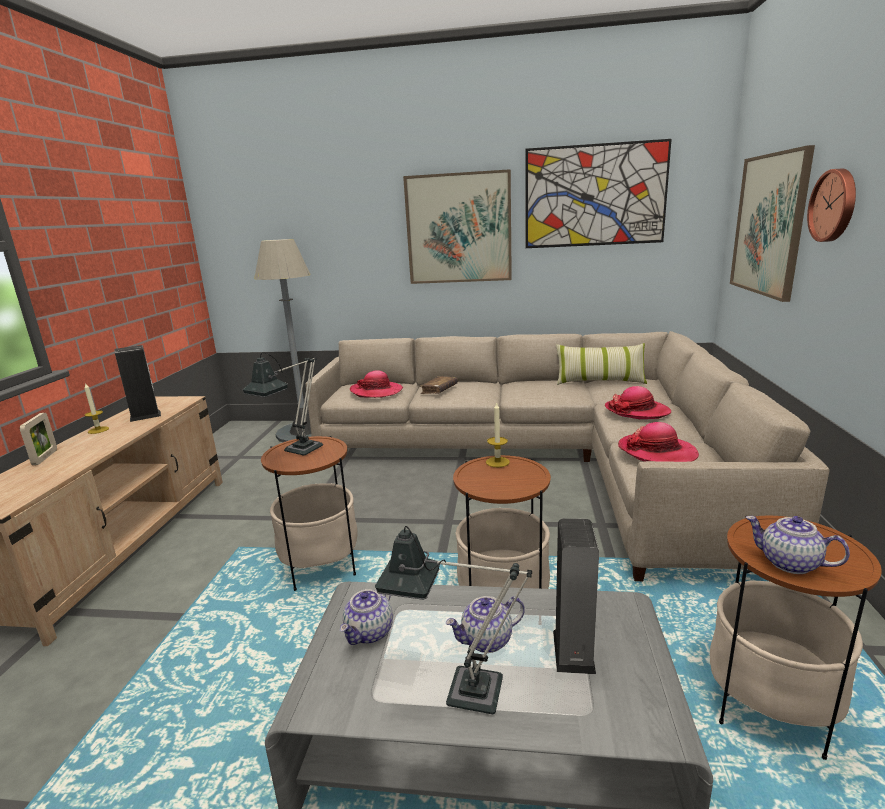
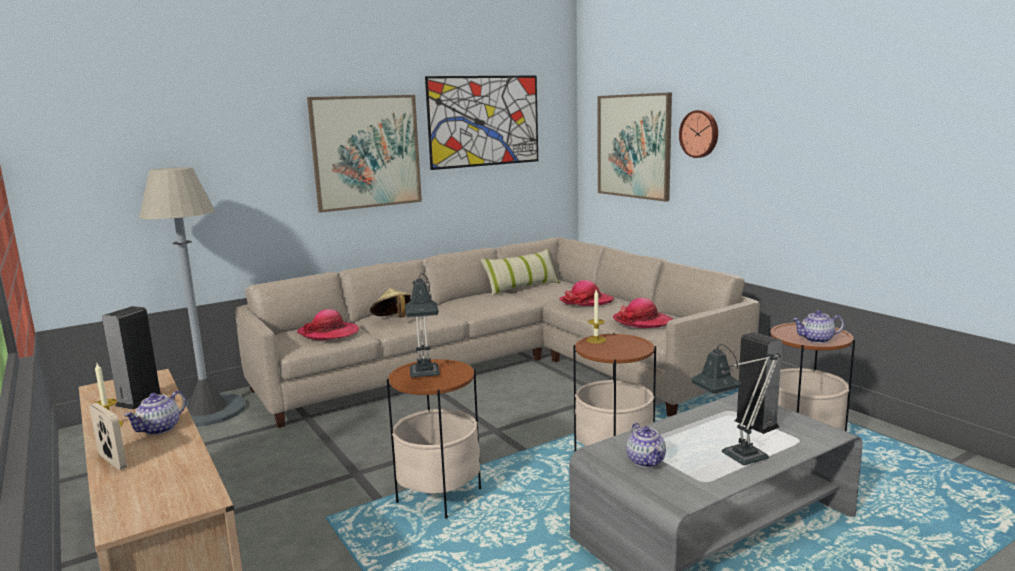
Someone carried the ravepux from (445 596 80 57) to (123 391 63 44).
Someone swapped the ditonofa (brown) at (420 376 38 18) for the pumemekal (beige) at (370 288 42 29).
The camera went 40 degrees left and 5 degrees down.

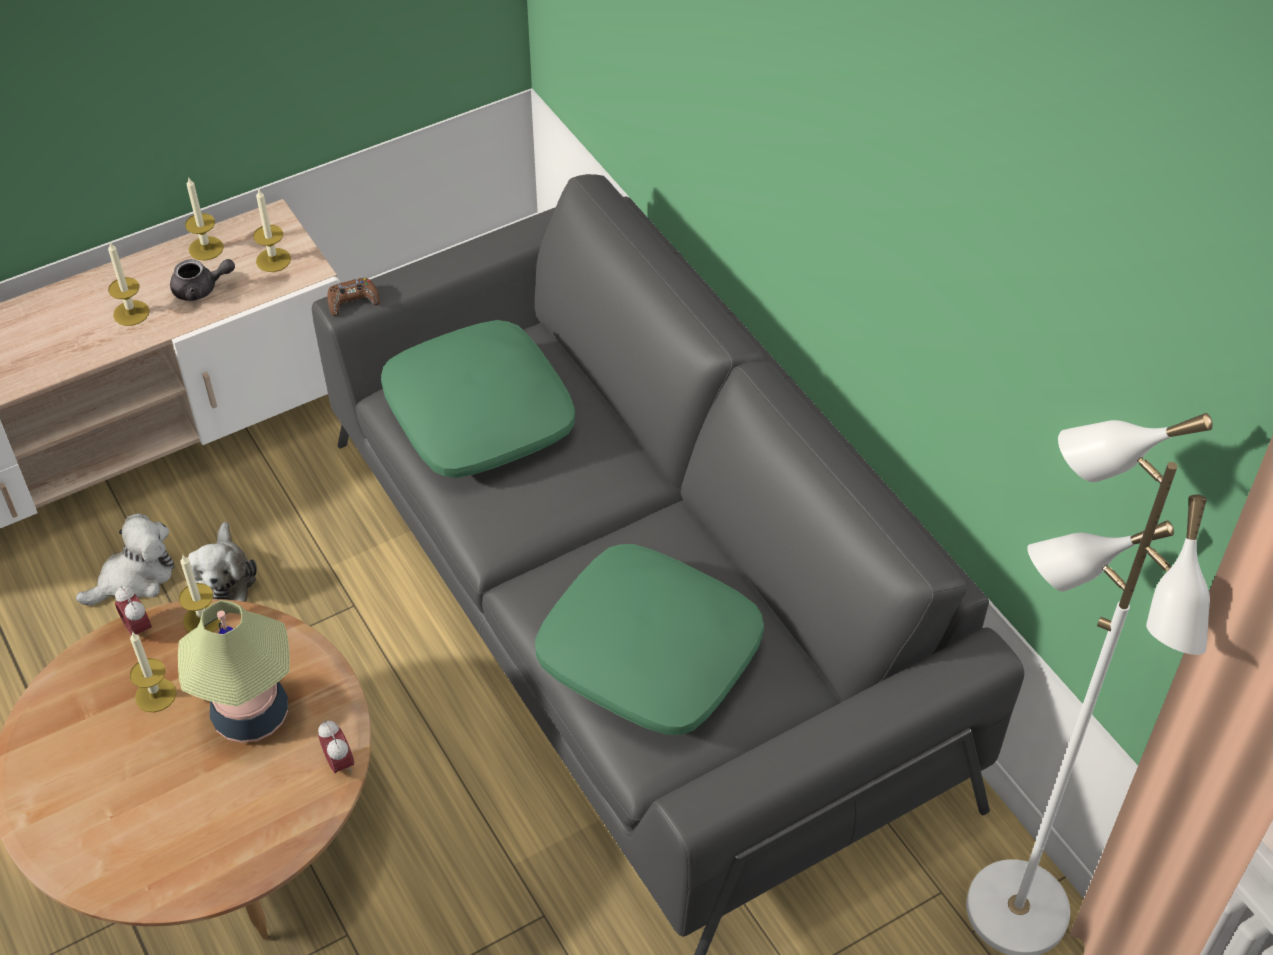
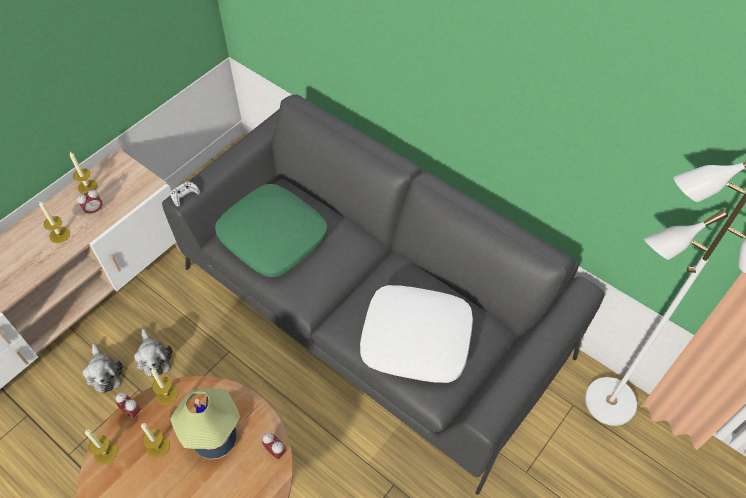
Someone carried the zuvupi from (253 188 38 84) to (85 429 33 35).
Someone swapped the ravepux (grey) at (170 259 65 42) for the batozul at (77 189 26 25).
Someone repainted the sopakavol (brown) at (327 278 53 38), which became the sopakavol (white) at (170 181 30 26).
Someone repainted the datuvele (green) at (535 544 229 191), which became the datuvele (white) at (360 285 113 98).
Someone rotated the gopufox at (76 513 99 93) by 120 degrees clockwise.
The camera went 20 degrees left and 5 degrees up.

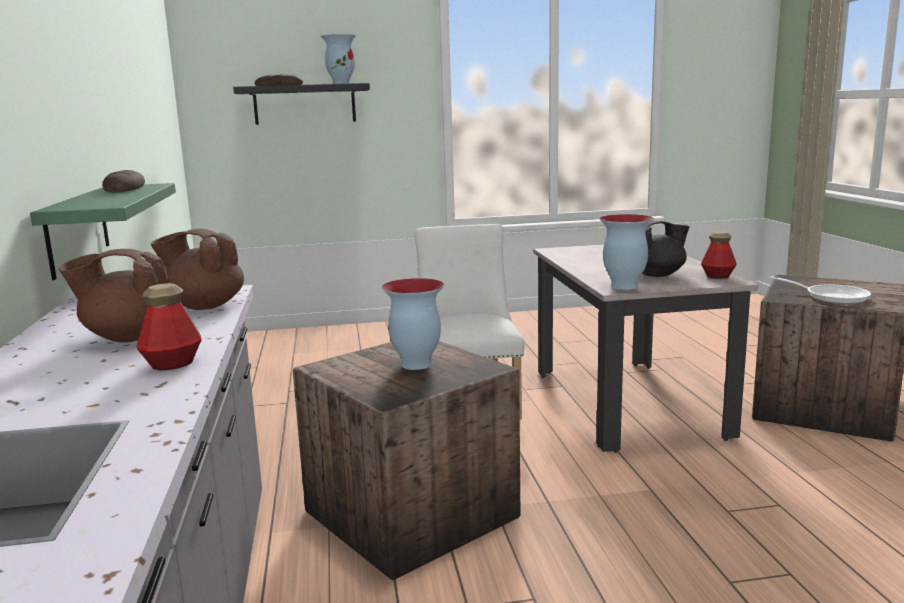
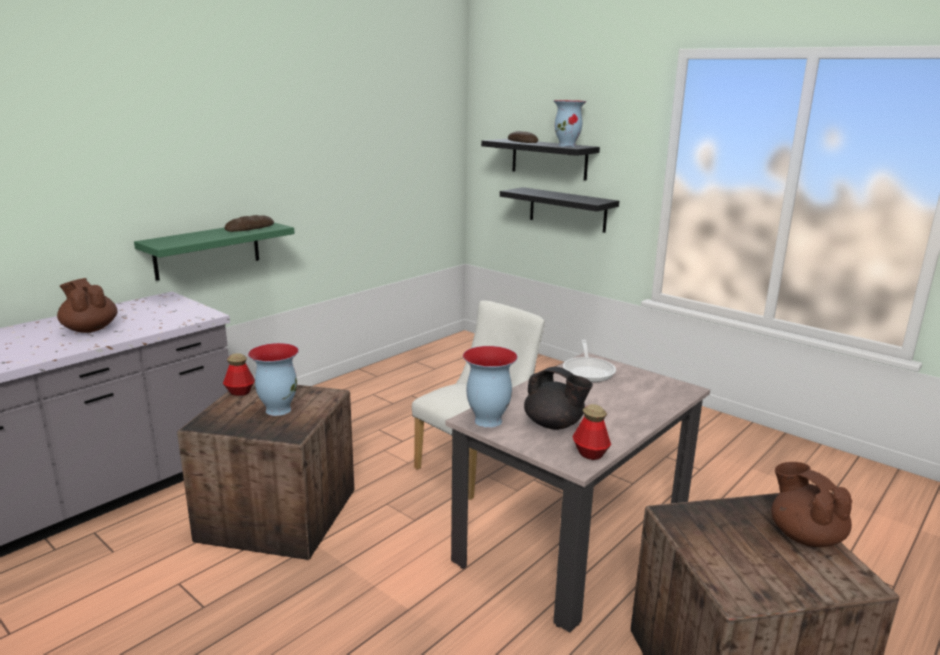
Someone put up the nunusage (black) at (500 187 119 46).
Someone carried the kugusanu from (137 283 65 87) to (223 353 32 43).
Someone carried the ravepux (brown) from (151 229 93 81) to (771 462 81 85).
Someone carried the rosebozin from (770 276 101 28) to (563 340 53 42).
The camera went 50 degrees right and 5 degrees up.

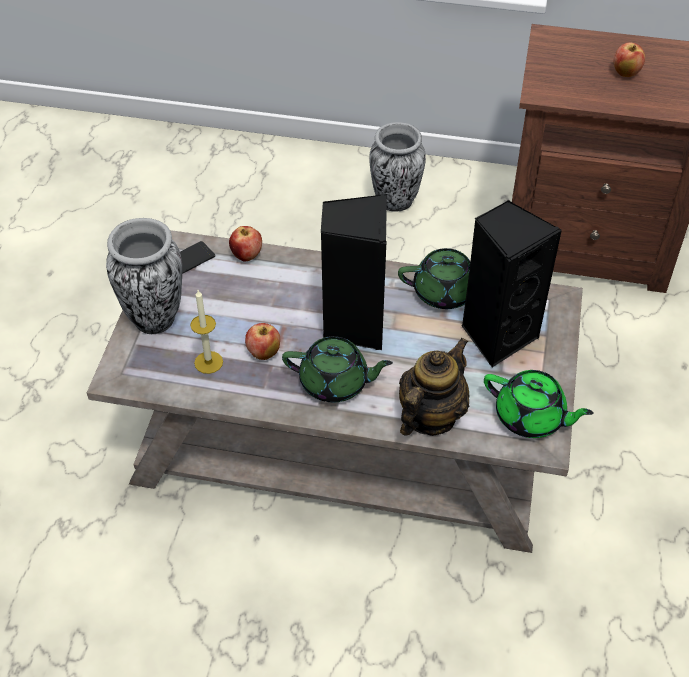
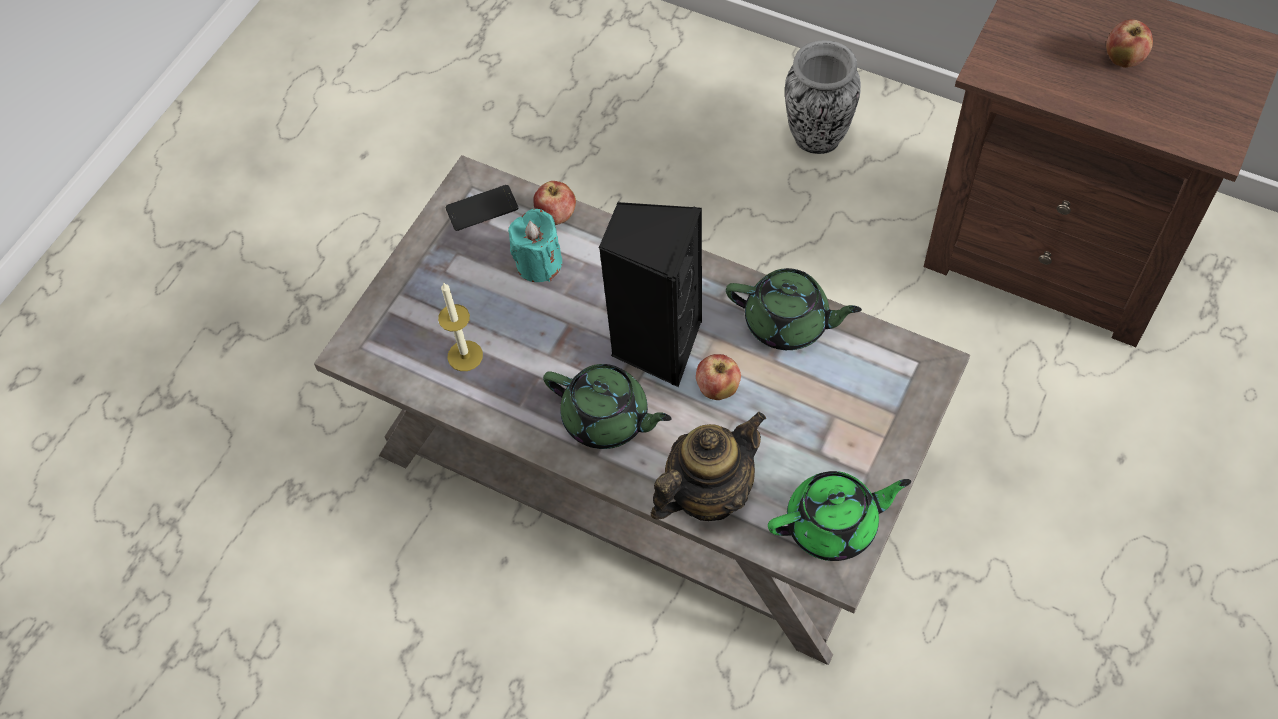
Someone took away the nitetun at (106 218 76 116).
Someone took away the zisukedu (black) at (461 199 101 169).
Someone put down the zuvupi (turquoise) at (508 209 54 73).
Someone carried the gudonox from (245 323 35 37) to (696 354 45 46).
Someone rotated the ravepux (green) at (484 370 110 68) by 60 degrees counterclockwise.
The camera went 20 degrees right and 10 degrees up.

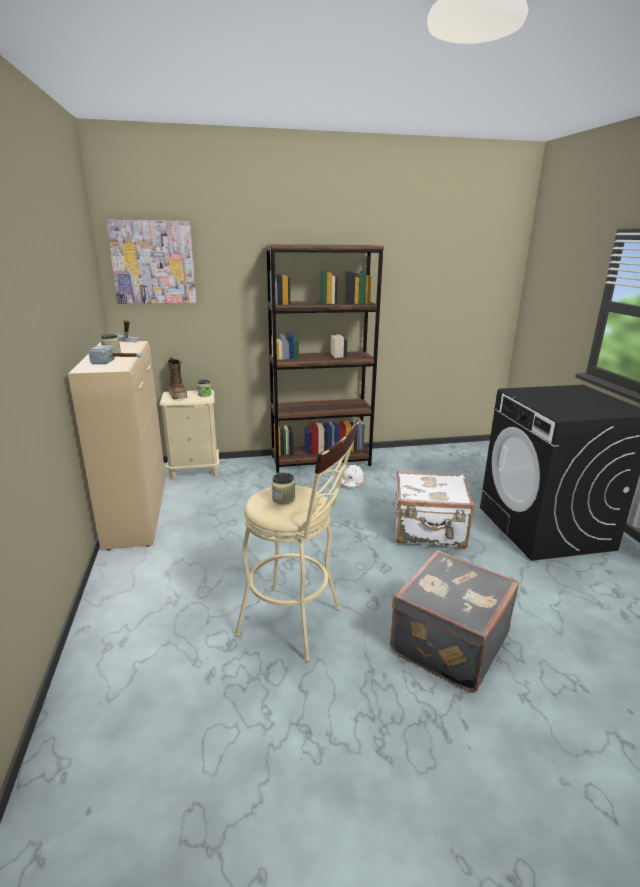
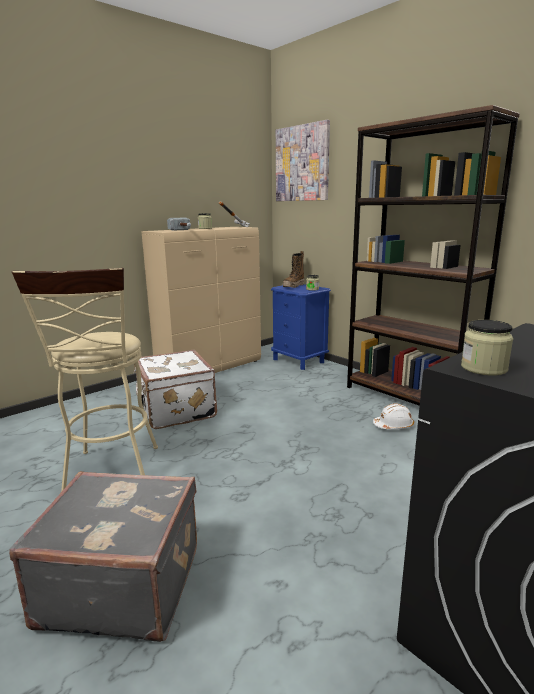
Someone carried the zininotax from (272 473 23 31) to (461 320 52 56).
Someone carried the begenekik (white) from (394 471 80 77) to (133 350 84 79).
Someone repainted the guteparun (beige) at (159 390 60 90), which became the guteparun (blue) at (271 284 60 86).
The camera went 60 degrees right and 5 degrees down.

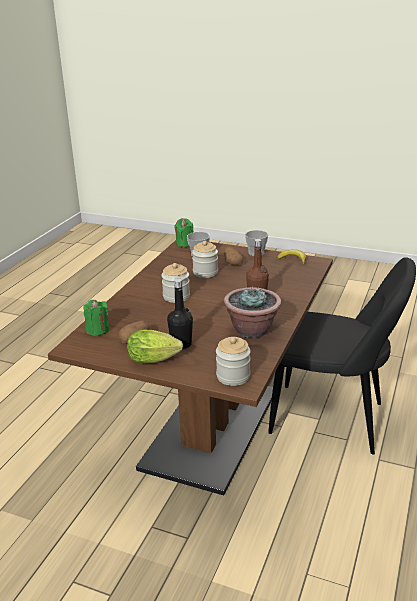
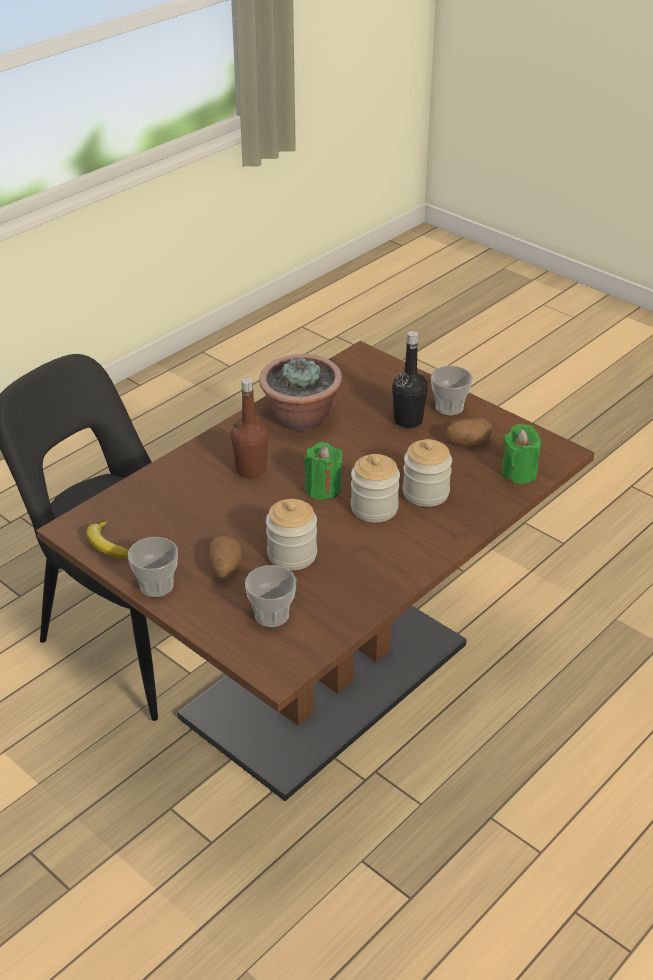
Someone carried the zuvupi (green) from (174 218 20 30) to (304 442 39 58).
Someone carried the zininotax from (216 337 35 49) to (403 439 49 68).
Someone swapped the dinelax at (127 329 56 34) for the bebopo at (431 366 42 49).
The camera went 160 degrees left and 10 degrees up.

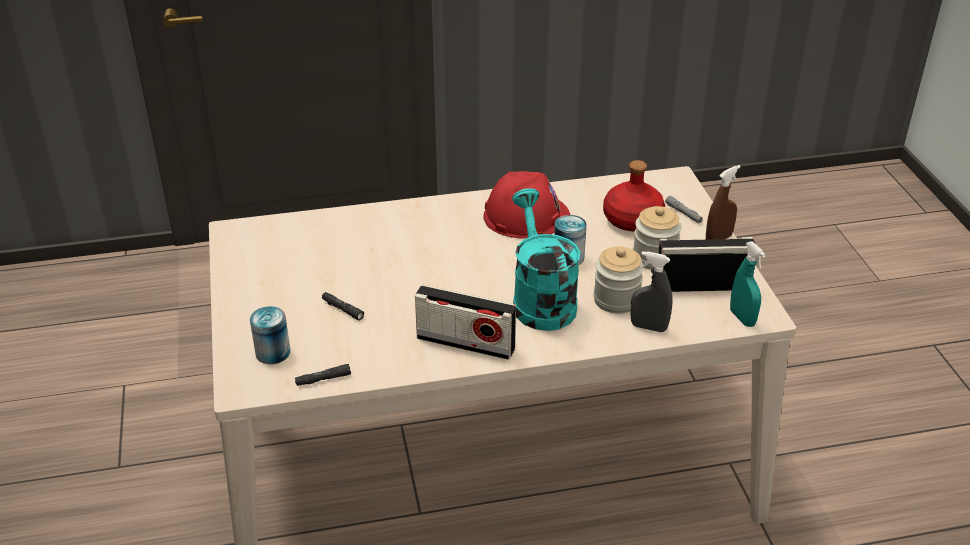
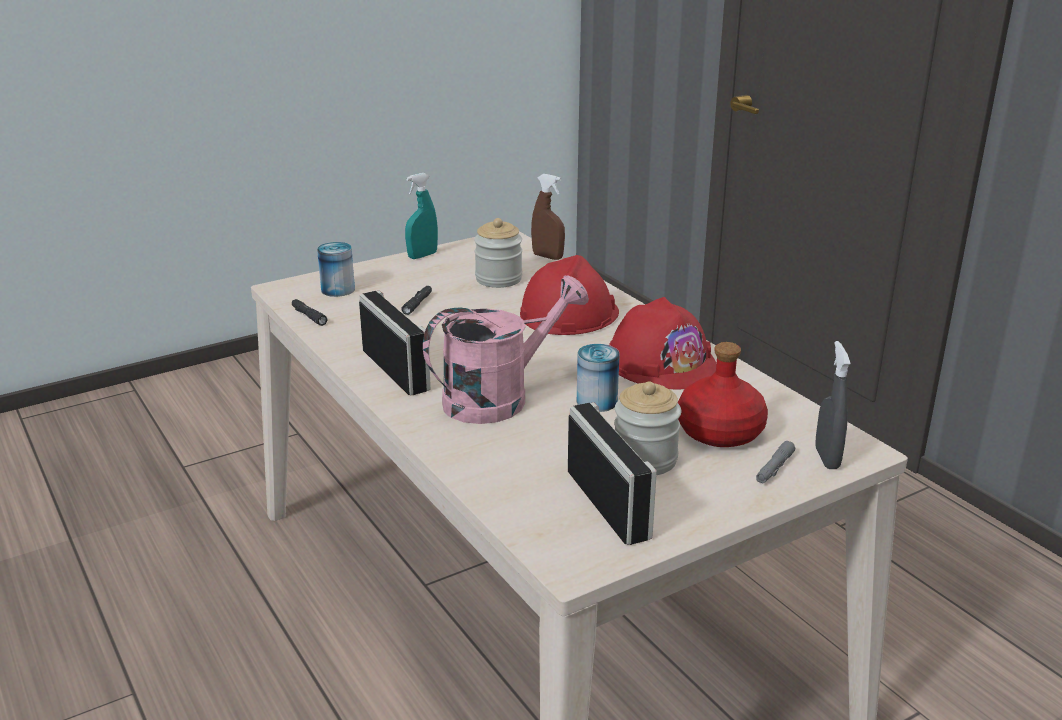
Someone put down the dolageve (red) at (520 255 99 80).
Someone carried the zininotax from (594 246 50 68) to (474 218 48 70).
Someone carried the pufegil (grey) from (630 251 43 81) to (815 341 36 128).
Someone carried the pufegil (brown) from (706 165 35 75) to (531 174 34 86).
Someone carried the pufegil (turquoise) from (730 241 36 86) to (405 173 33 86).
Someone repainted the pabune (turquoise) at (512 188 69 143), which became the pabune (pink) at (423 275 166 149).
Someone rotated the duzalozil at (415 285 101 75) by 150 degrees clockwise.
The camera went 70 degrees right and 10 degrees down.

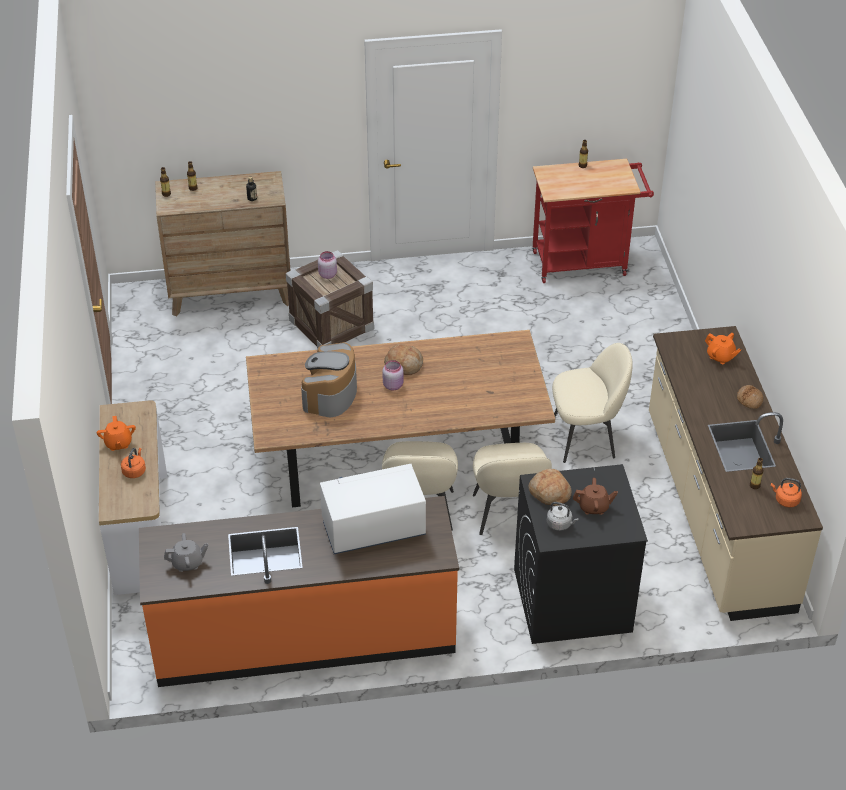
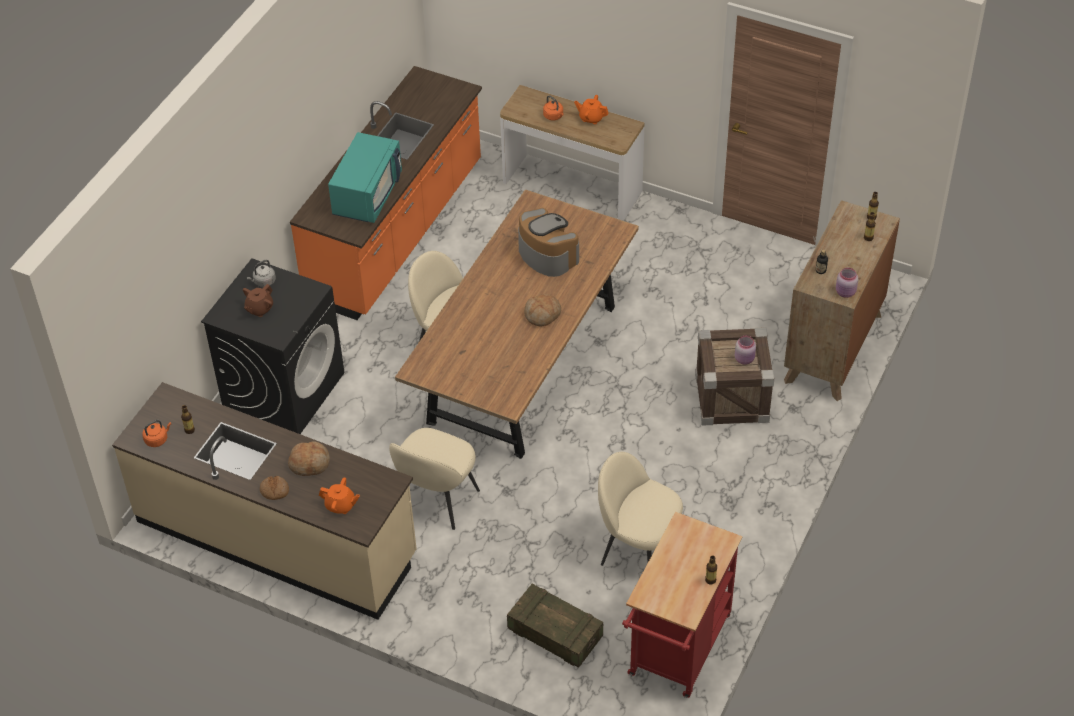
Someone took away the ravepux (grey) at (164 533 44 39).
Someone put down the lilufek at (507 584 96 84).
Someone carried the zininotax (pink) from (382 360 21 30) to (836 268 22 30).
Someone carried the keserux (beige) from (473 443 79 92) to (598 452 85 114).
Someone carried the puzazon from (528 469 44 37) to (288 441 42 35).
Someone repainted the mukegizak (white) at (320 464 106 90), which became the mukegizak (turquoise) at (328 132 74 91).
Someone rotated the ravepux (orange) at (705 333 36 31) by 150 degrees counterclockwise.
The camera went 125 degrees right and 5 degrees up.

